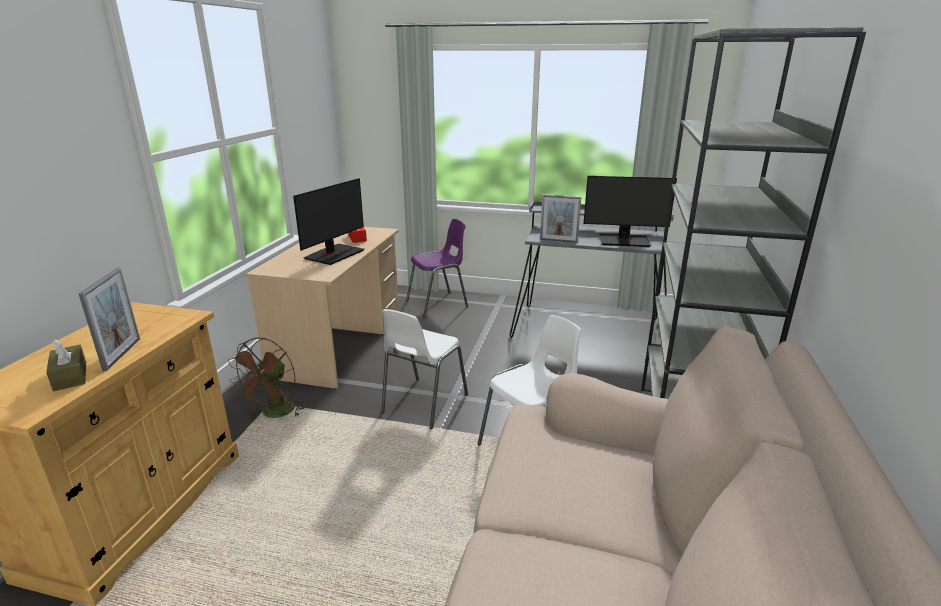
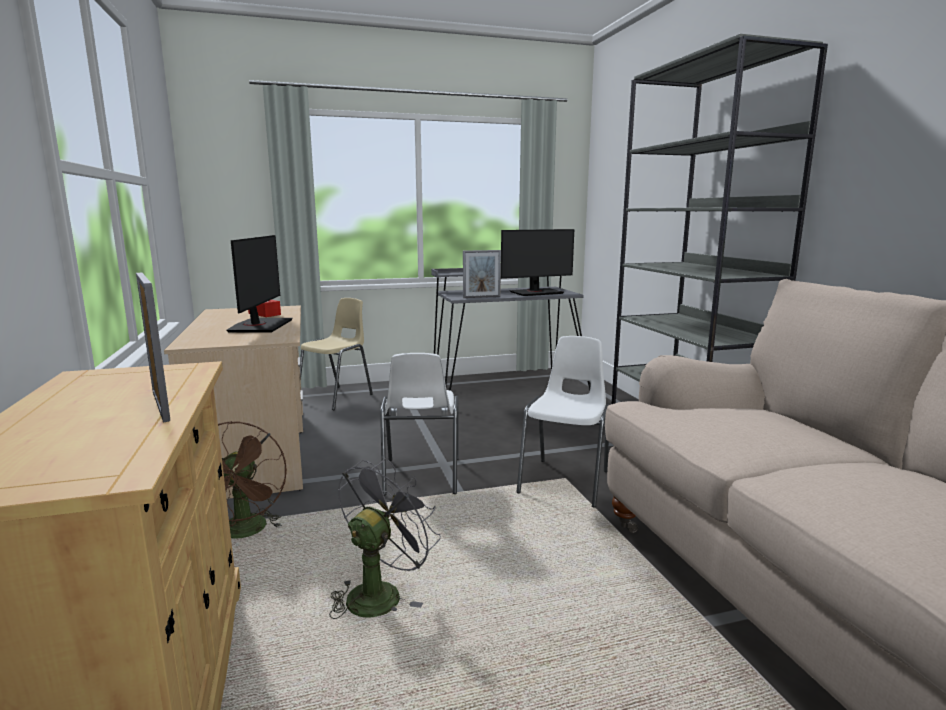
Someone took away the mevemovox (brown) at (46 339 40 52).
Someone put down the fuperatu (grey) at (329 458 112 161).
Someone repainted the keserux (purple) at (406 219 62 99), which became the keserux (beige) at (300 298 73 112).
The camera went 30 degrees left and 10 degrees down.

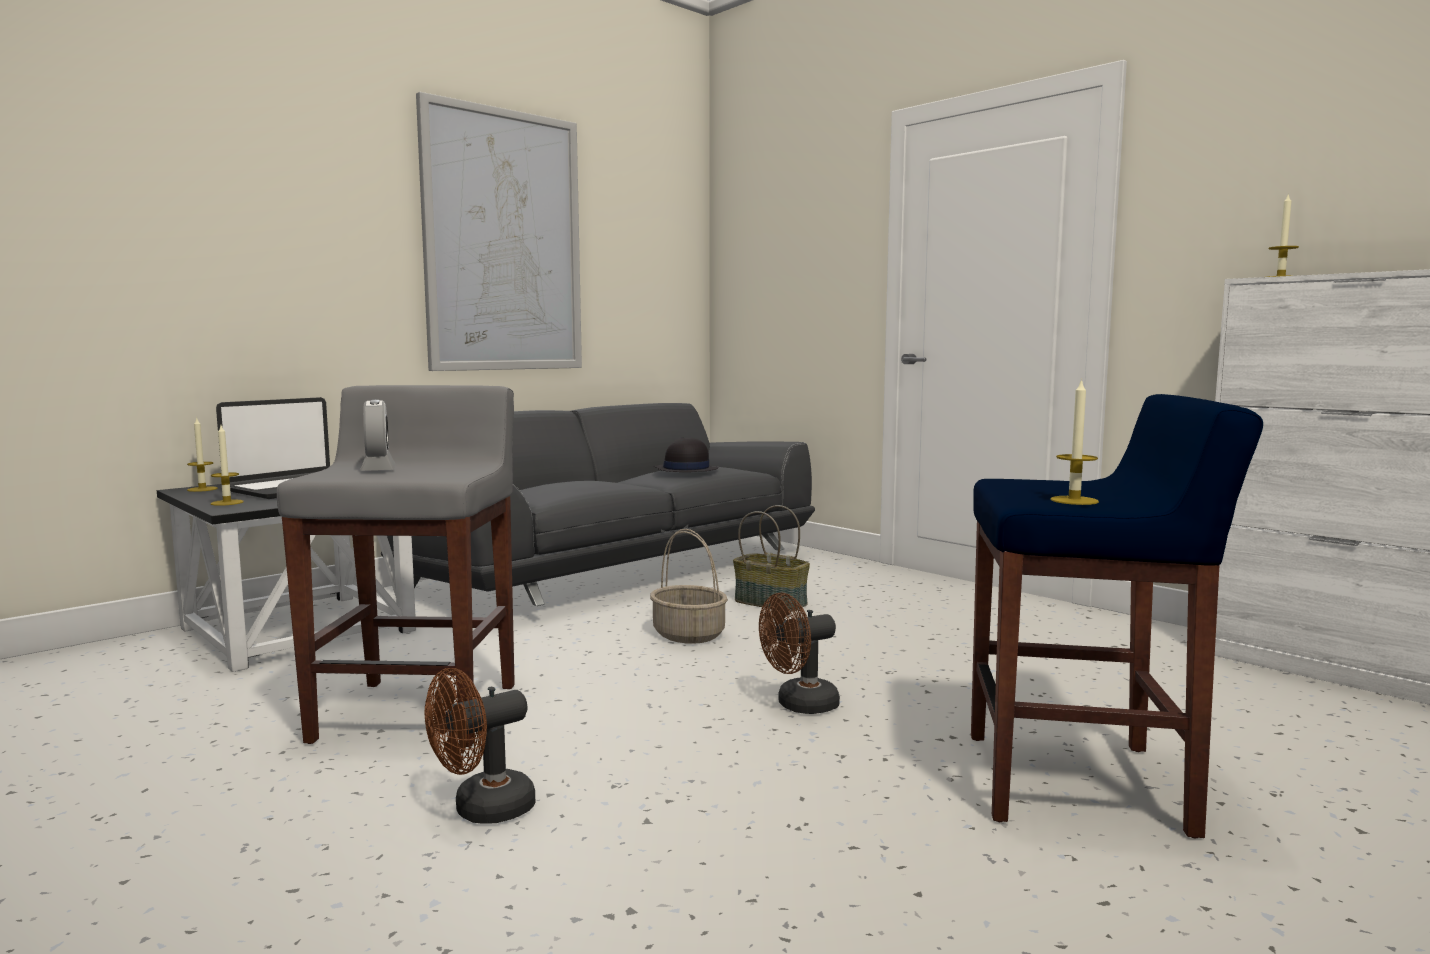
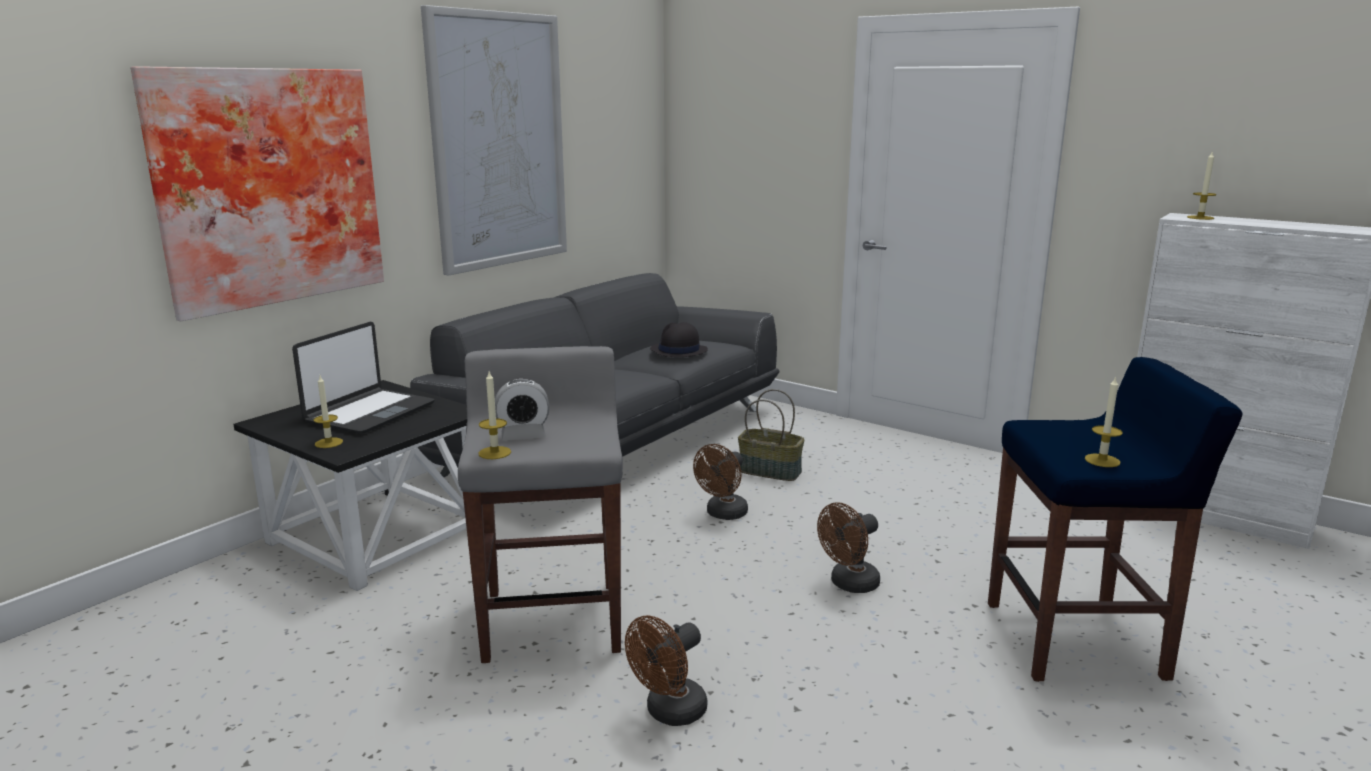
Someone put up the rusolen at (131 66 253 255).
Someone carried the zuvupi from (187 417 31 75) to (479 372 32 87).
Someone swapped the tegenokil at (650 529 78 115) for the fuperatu (brown) at (693 444 55 76).
Someone rotated the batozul at (360 400 35 71) by 105 degrees clockwise.
The camera went 10 degrees left and 10 degrees up.

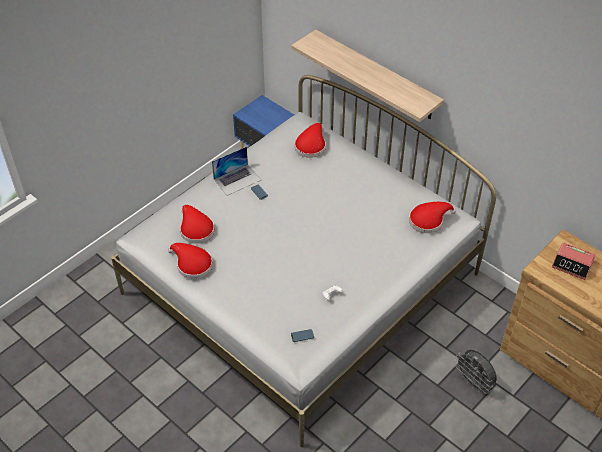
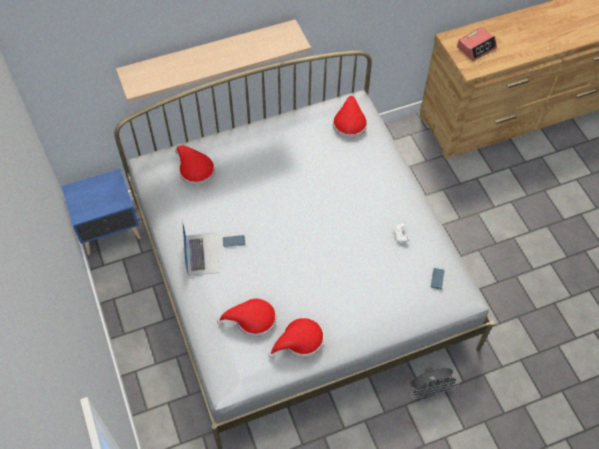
Someone carried the fuperatu (grey) from (455 350 42 44) to (410 367 50 33).
The camera went 65 degrees left and 10 degrees up.

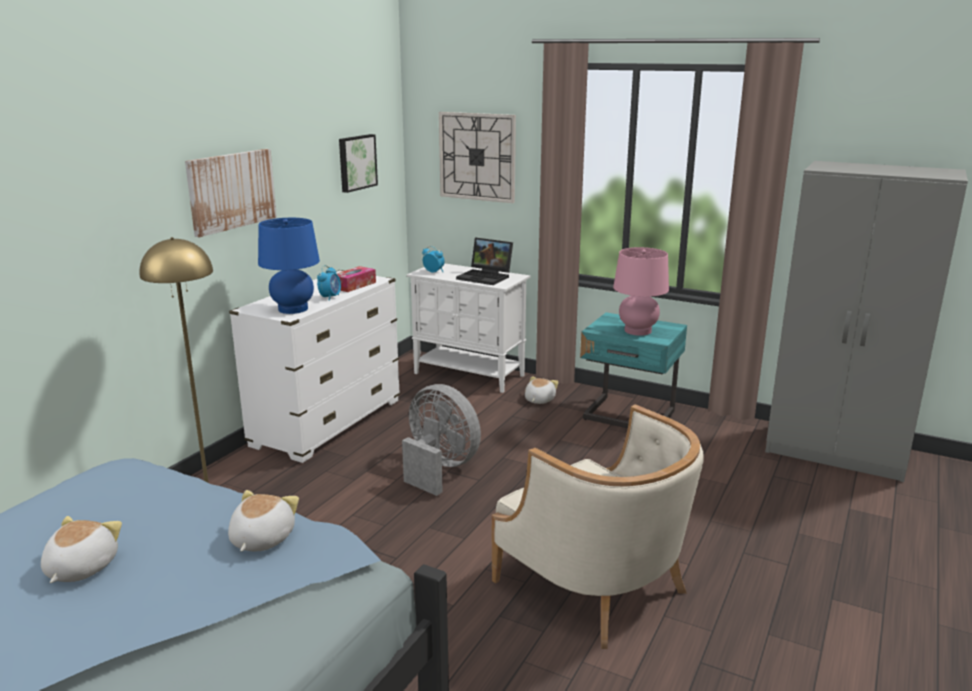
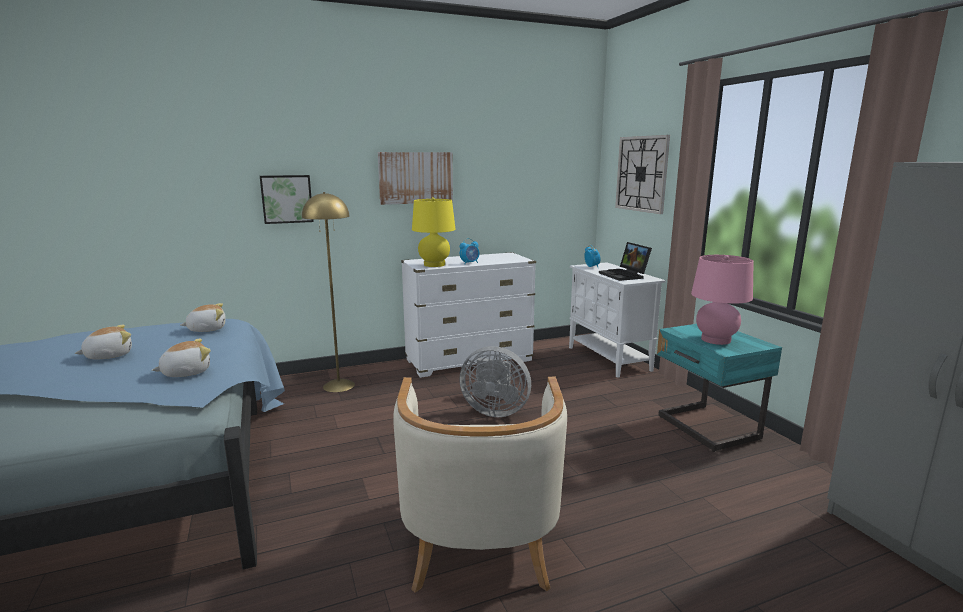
Someone took away the mevemovox at (336 266 40 26).
Someone carried the rusolen from (339 134 39 59) to (260 175 54 49).
Someone carried the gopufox from (525 376 34 28) to (180 303 46 29).
Someone repainted the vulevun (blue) at (258 218 62 96), which became the vulevun (yellow) at (412 197 44 70).
Someone rotated the fuperatu (grey) at (402 384 79 112) by 120 degrees clockwise.
The camera went 40 degrees right and 5 degrees down.

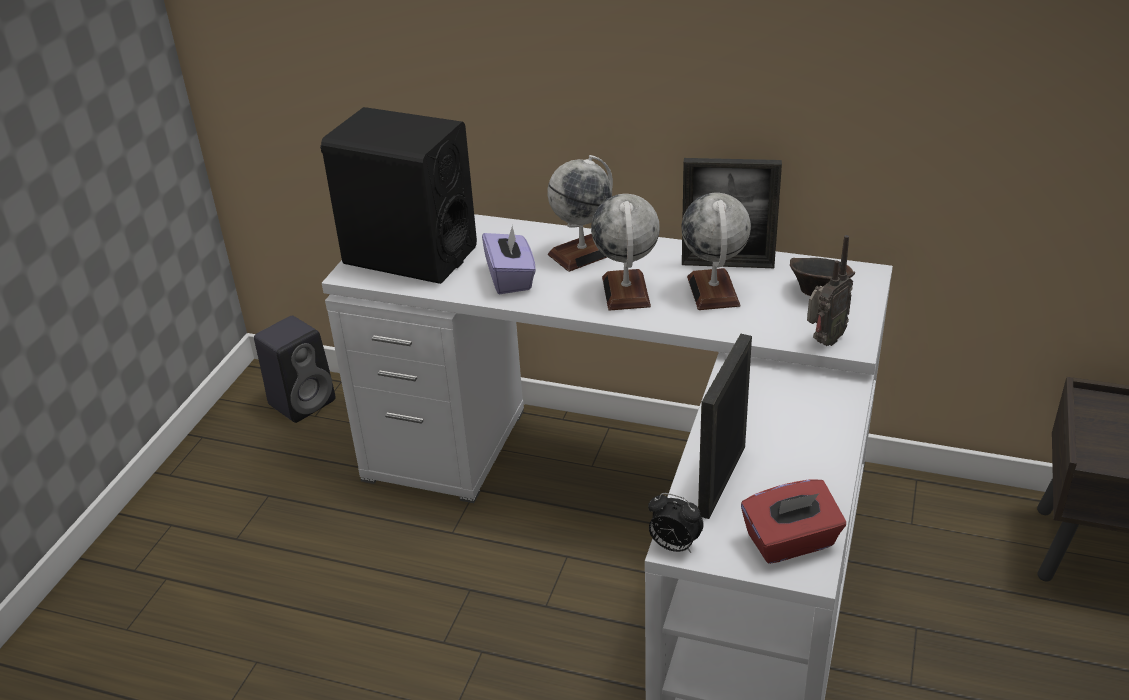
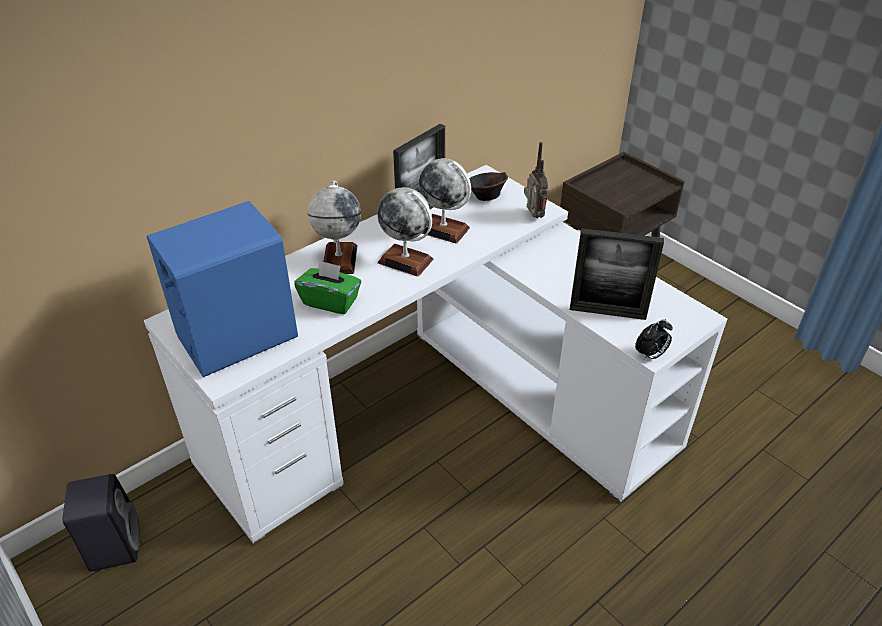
Someone took away the mevemovox (red) at (741 479 105 85).
Someone repainted the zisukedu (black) at (320 107 157 177), which became the zisukedu (blue) at (147 201 151 176).
Someone repainted the mevemovox (purple) at (482 225 54 69), which became the mevemovox (green) at (294 260 67 54).
Someone rotated the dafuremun at (698 334 54 185) by 45 degrees counterclockwise.
The camera went 60 degrees left and 5 degrees up.

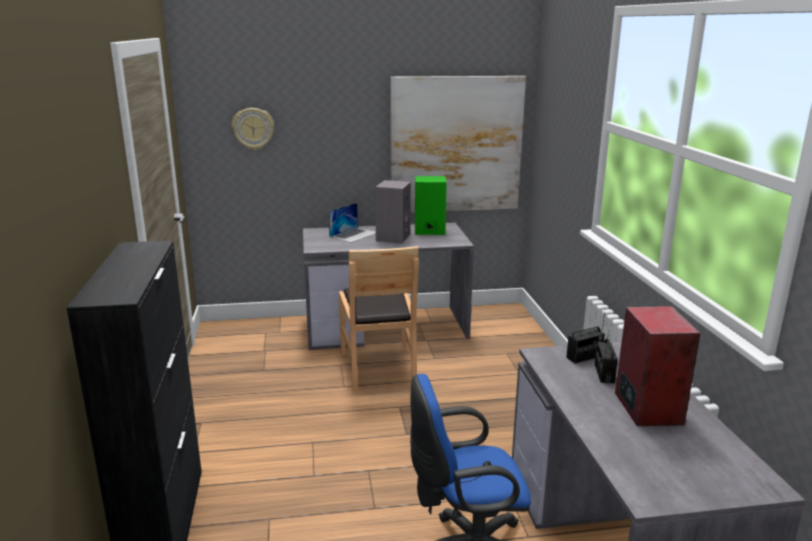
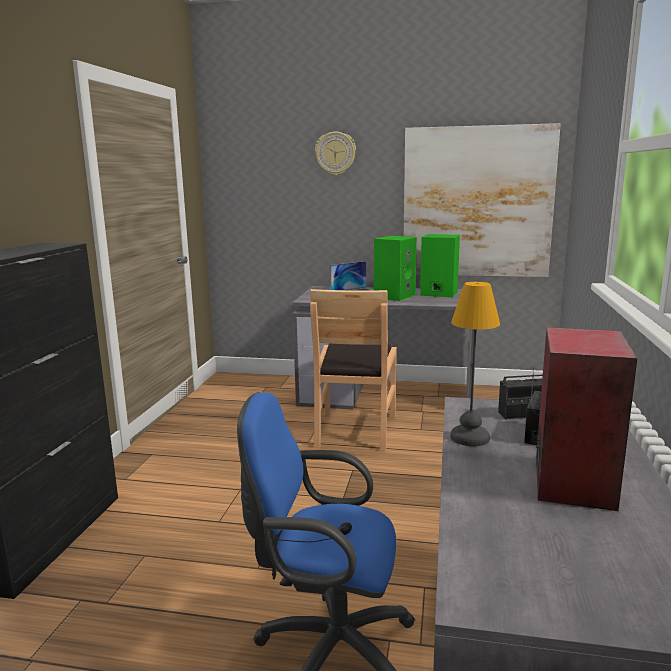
Someone put down the vulevun at (450 282 50 164).
Someone carried the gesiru from (232 108 42 42) to (315 131 41 44).
Someone repainted the zisukedu (grey) at (375 180 36 63), which became the zisukedu (green) at (374 236 43 65).
The camera went 20 degrees right and 5 degrees down.

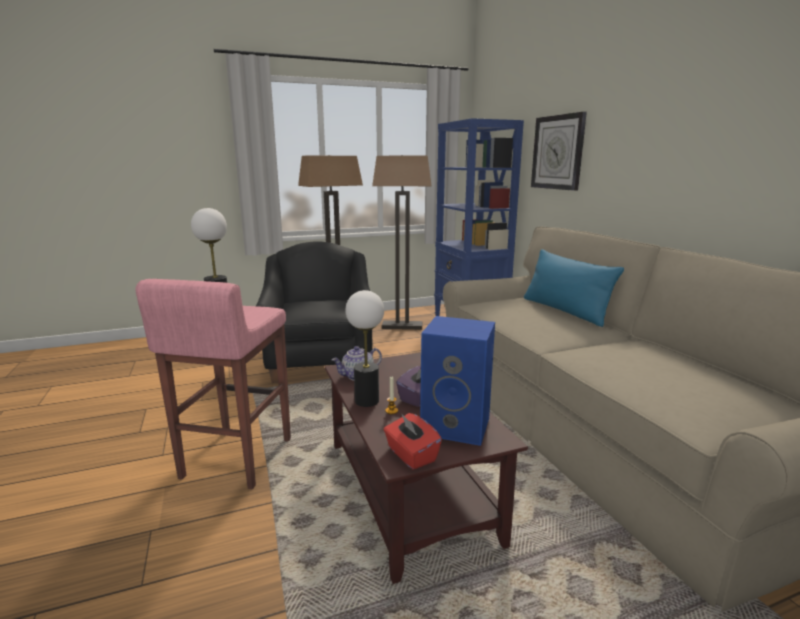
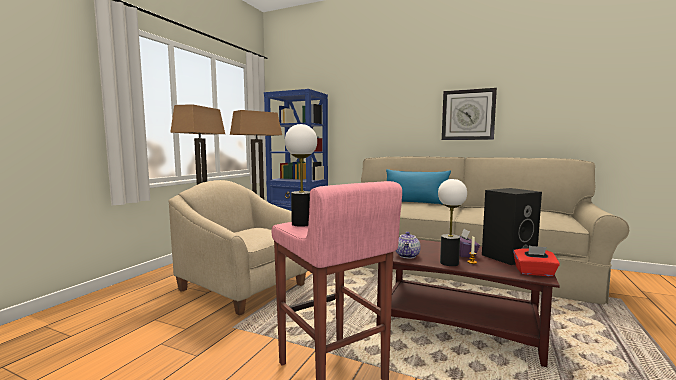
Someone carried the gesiru from (531 112 56 79) to (442 88 55 52).
Someone repainted the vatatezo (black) at (256 241 117 142), which became the vatatezo (beige) at (169 180 139 135).
Someone repainted the zisukedu (blue) at (420 316 75 130), which became the zisukedu (black) at (482 188 60 77).
The camera went 45 degrees left and 10 degrees down.

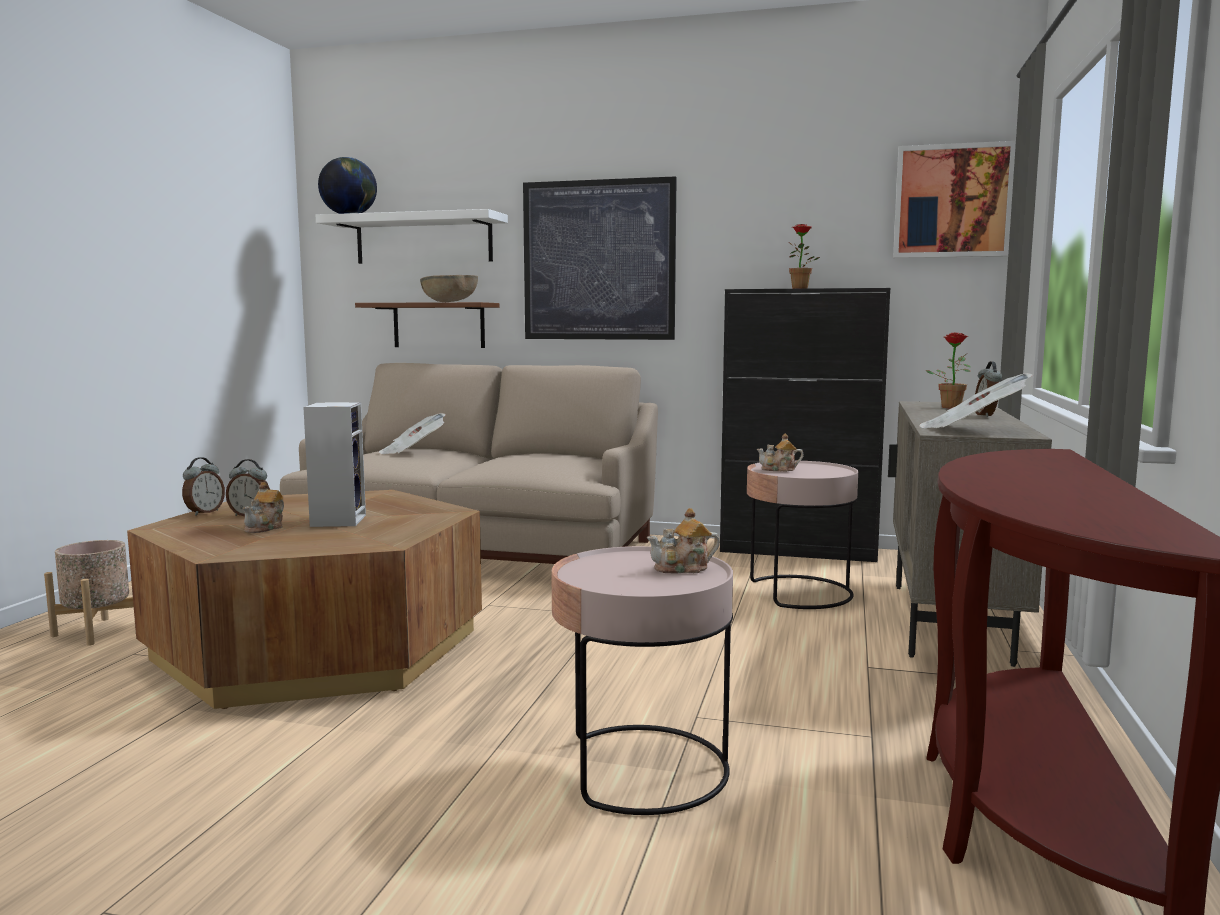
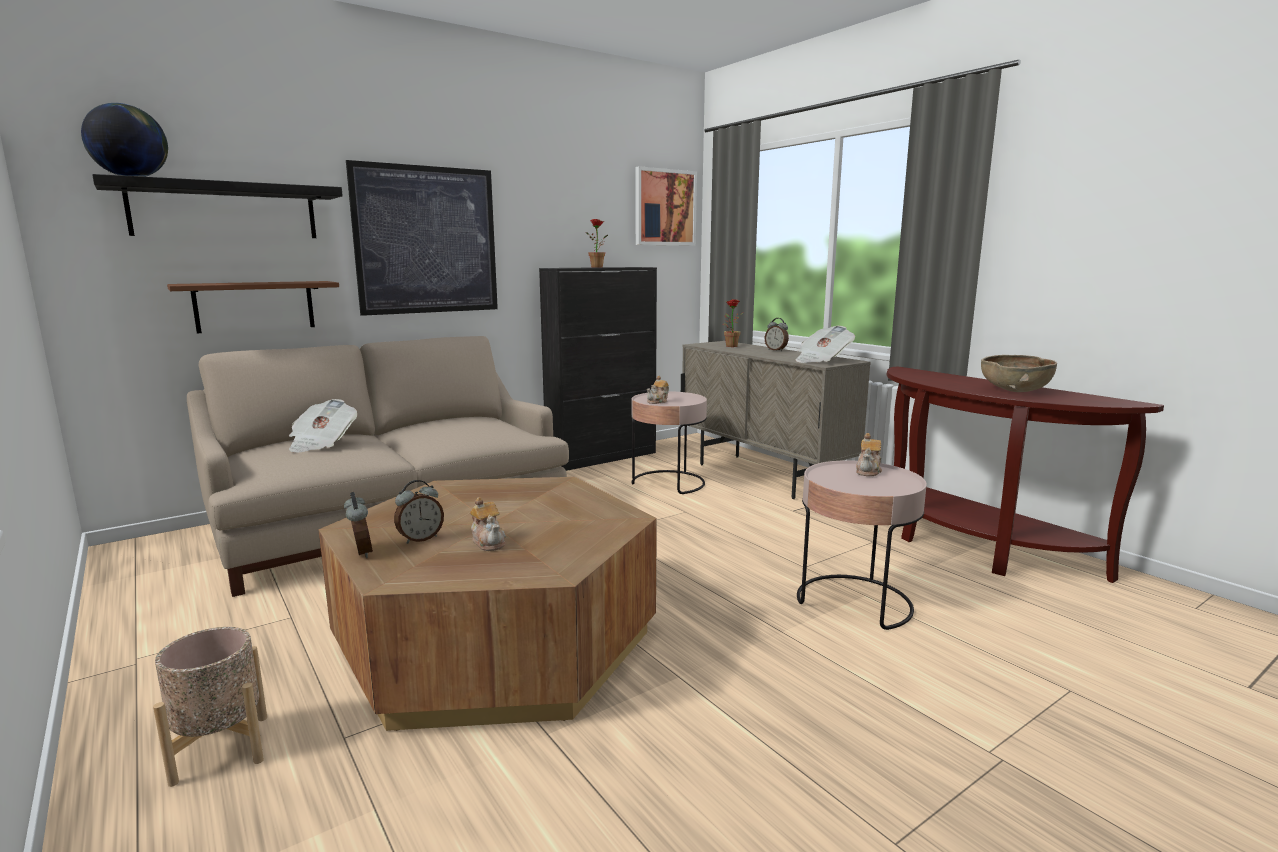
Someone took away the zisukedu at (303 402 63 125).
Someone carried the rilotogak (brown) from (420 275 58 27) to (981 355 76 37).
Someone repainted the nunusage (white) at (316 209 192 55), which became the nunusage (black) at (92 174 251 64).
The camera went 50 degrees left and 5 degrees up.

